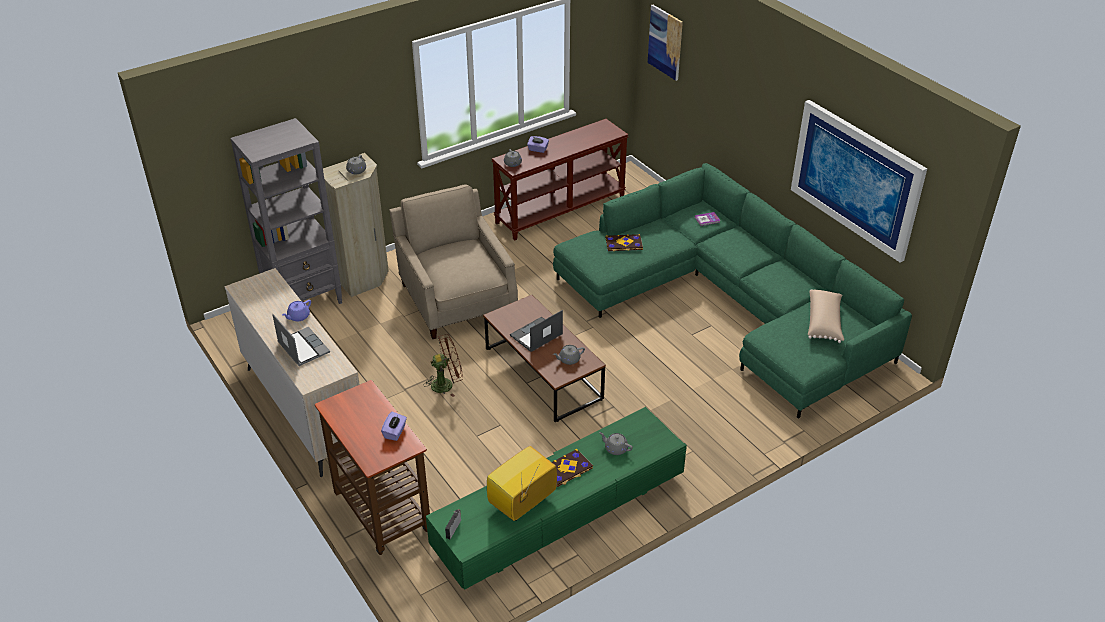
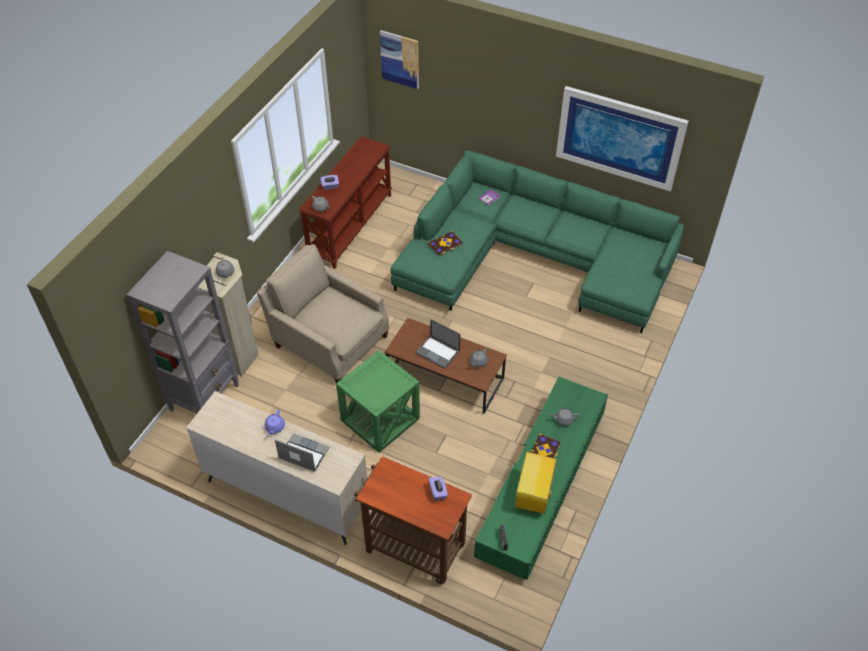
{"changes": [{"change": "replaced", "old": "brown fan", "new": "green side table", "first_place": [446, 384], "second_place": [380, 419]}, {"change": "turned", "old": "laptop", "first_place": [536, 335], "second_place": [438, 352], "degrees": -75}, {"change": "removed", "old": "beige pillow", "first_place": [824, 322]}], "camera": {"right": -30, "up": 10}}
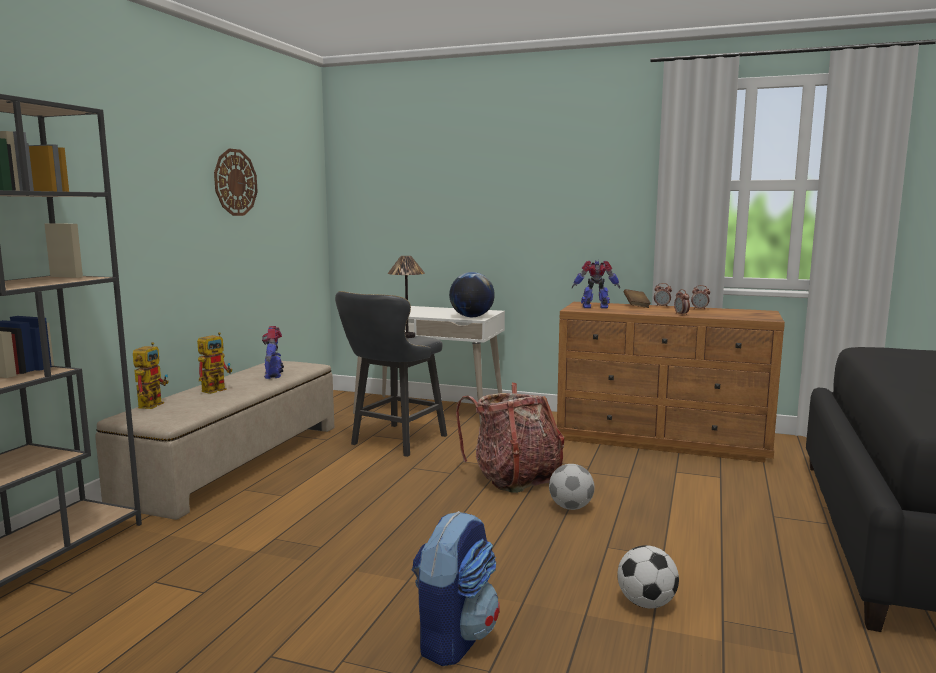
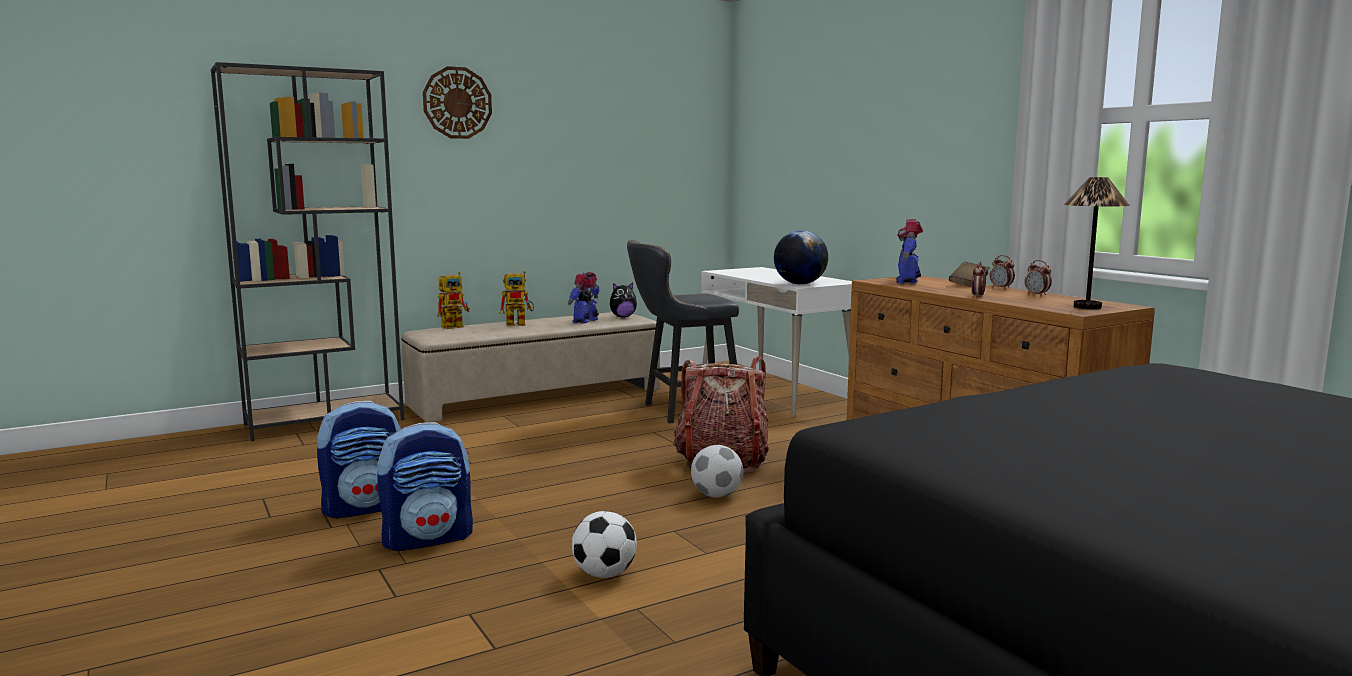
{"changes": [{"change": "added", "new": "backpack", "second_place": [365, 508]}, {"change": "moved", "old": "wall clock", "first_place": [235, 182], "second_place": [457, 103]}, {"change": "added", "new": "plush toy", "second_place": [622, 317]}, {"change": "turned", "old": "toy robot", "first_place": [595, 307], "second_place": [908, 281], "degrees": -120}, {"change": "moved", "old": "table lamp", "first_place": [407, 336], "second_place": [1088, 307]}], "camera": {"right": 40, "up": 0}}
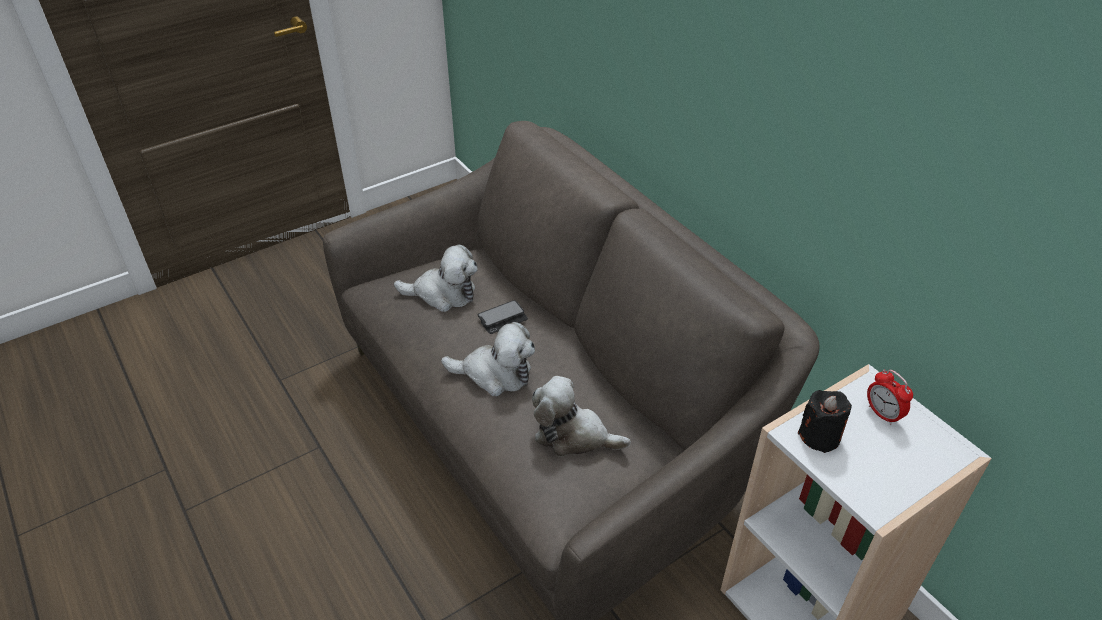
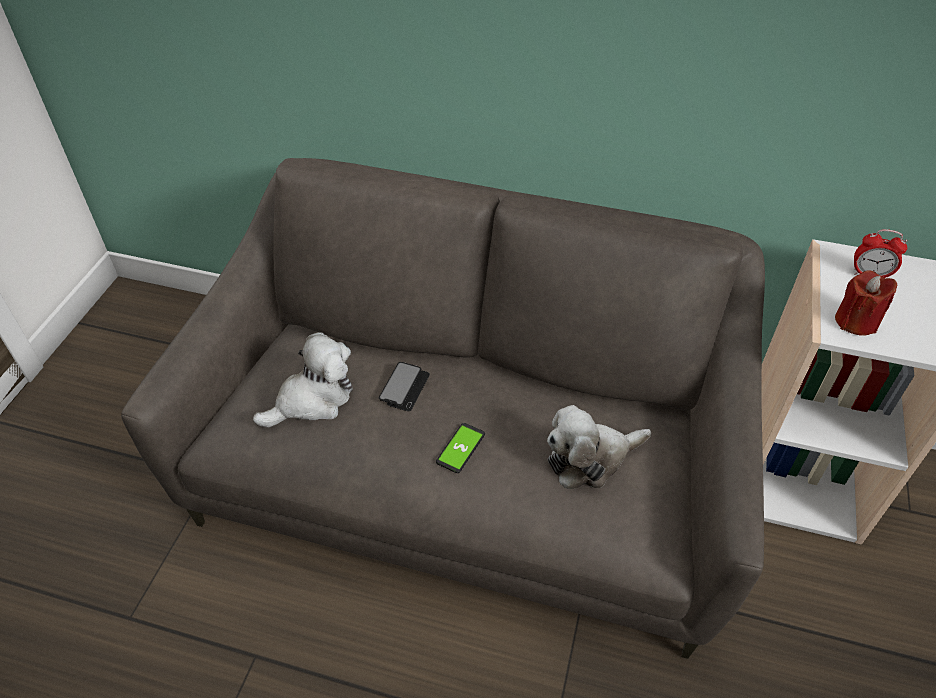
{"changes": [{"change": "replaced", "old": "plush toy", "new": "phone", "first_place": [495, 374], "second_place": [460, 448]}, {"change": "recoloured", "old": "black candle", "new": "red candle", "first_place": [819, 436], "second_place": [856, 321]}], "camera": {"right": -40, "up": 5}}
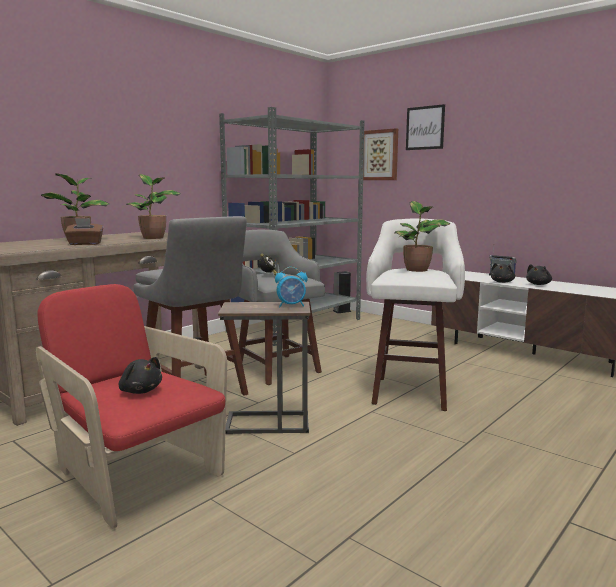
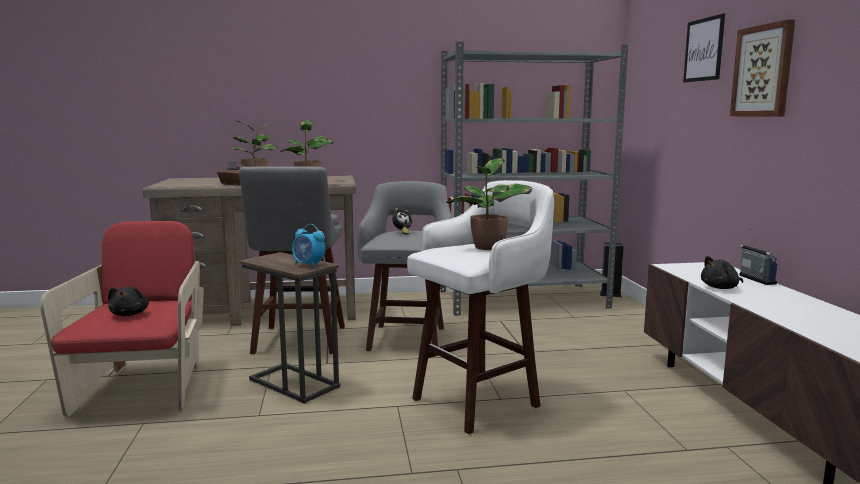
{"changes": [{"change": "moved", "old": "picture", "first_place": [380, 155], "second_place": [763, 71]}, {"change": "removed", "old": "black plush toy", "first_place": [538, 284]}], "camera": {"right": 40, "up": 0}}
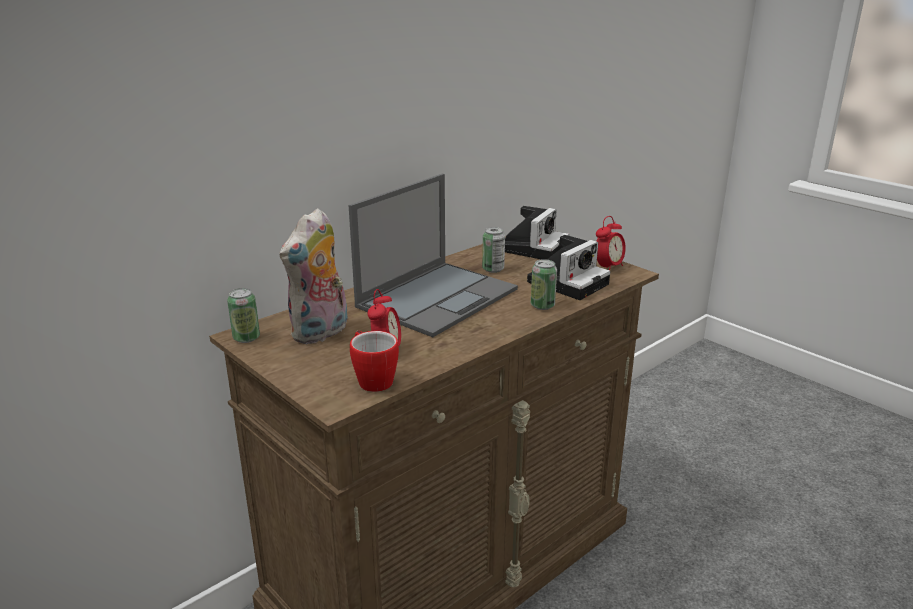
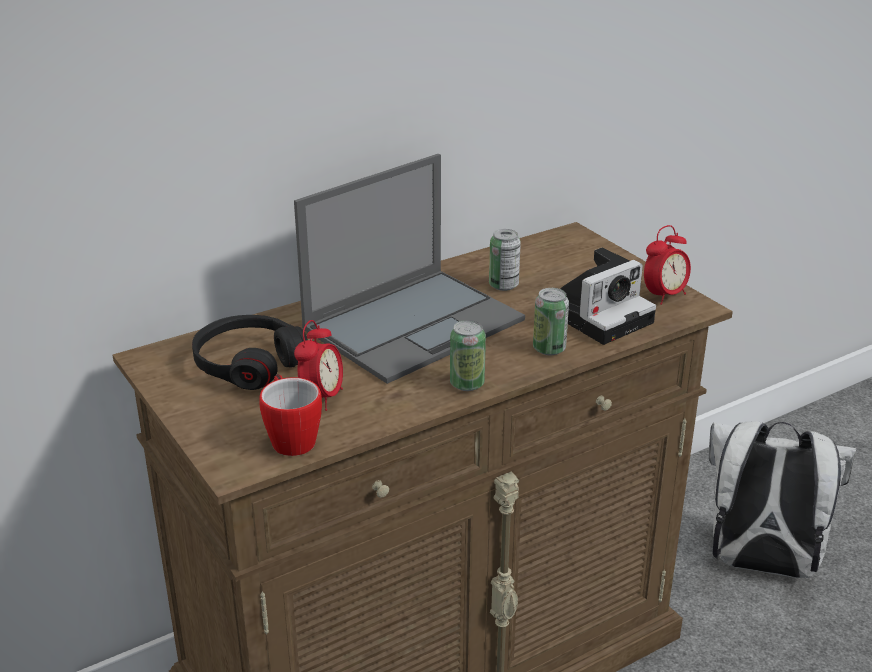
{"changes": [{"change": "replaced", "old": "plush toy", "new": "black headphones", "first_place": [321, 333], "second_place": [248, 364]}, {"change": "moved", "old": "can", "first_place": [246, 338], "second_place": [467, 384]}, {"change": "added", "new": "white backpack", "second_place": [760, 565]}, {"change": "removed", "old": "photo camera", "first_place": [533, 247]}], "camera": {"right": 10, "up": 5}}
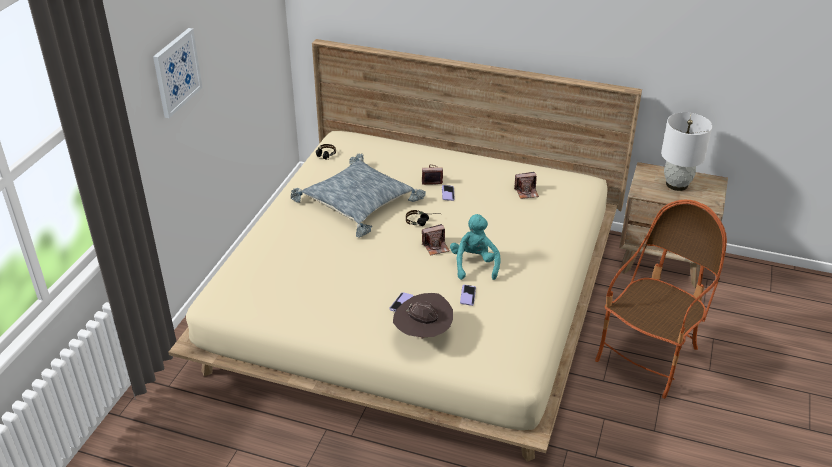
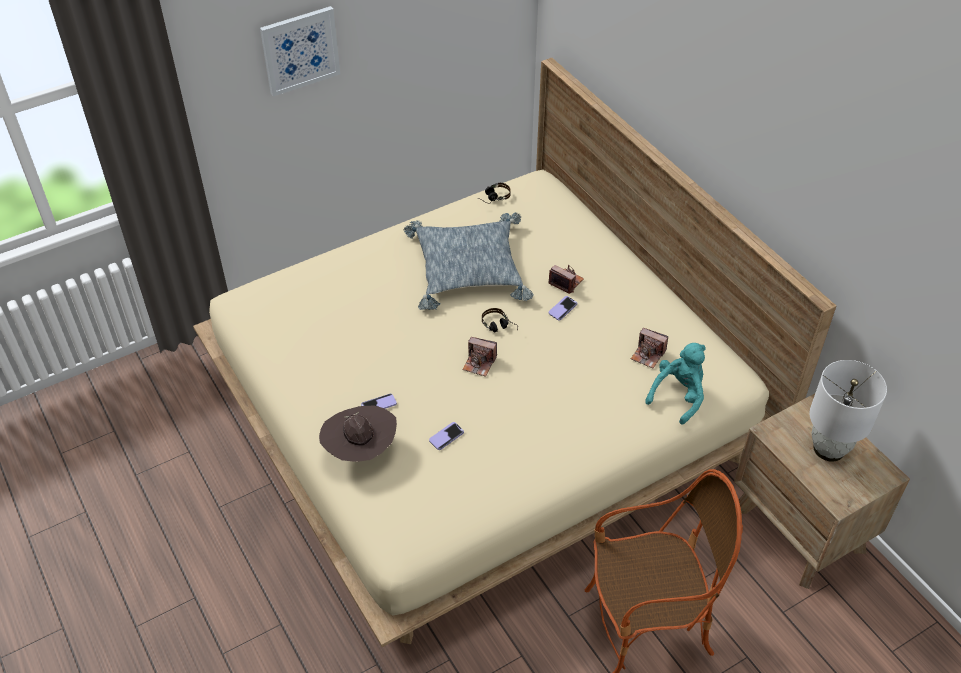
{"changes": [{"change": "moved", "old": "turquoise plush toy", "first_place": [474, 264], "second_place": [678, 396]}], "camera": {"right": 40, "up": 10}}
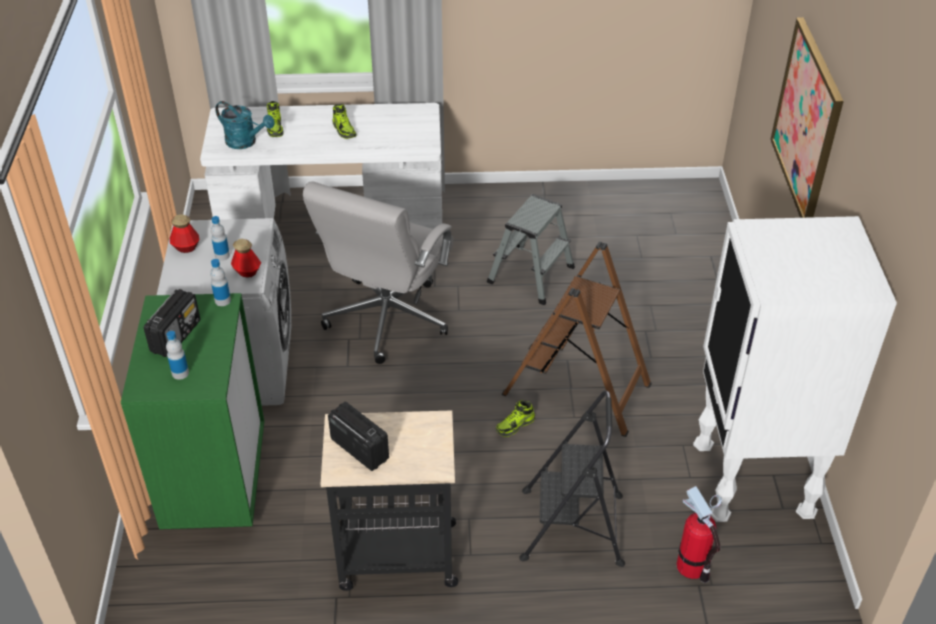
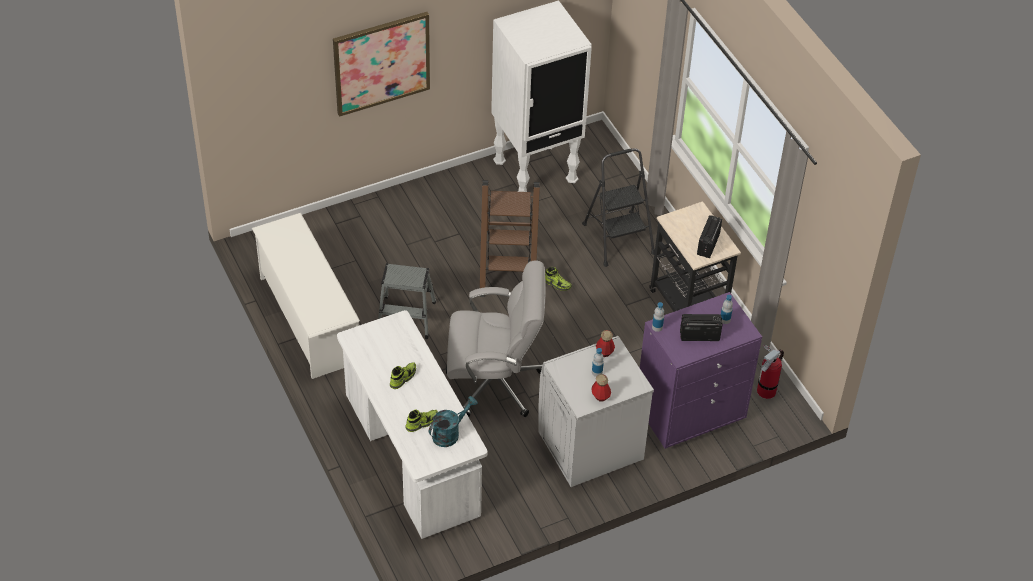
{"changes": [{"change": "added", "new": "white shoe rack", "second_place": [308, 319]}, {"change": "turned", "old": "turquoise watering can", "first_place": [246, 142], "second_place": [450, 433], "degrees": 45}, {"change": "recoloured", "old": "green cabinet", "new": "purple cabinet", "first_place": [215, 479], "second_place": [689, 416]}, {"change": "moved", "old": "fire extinguisher", "first_place": [692, 566], "second_place": [766, 390]}], "camera": {"right": -115, "up": 5}}
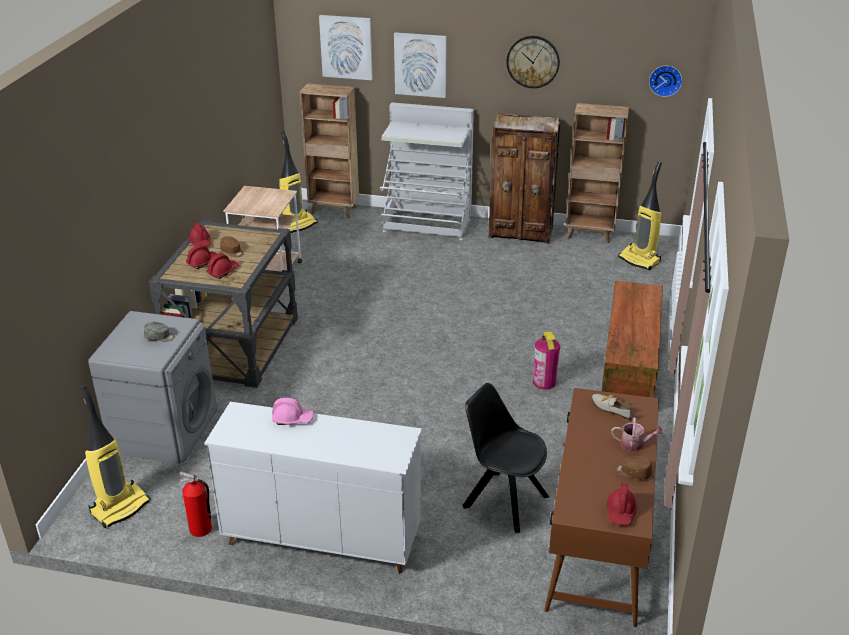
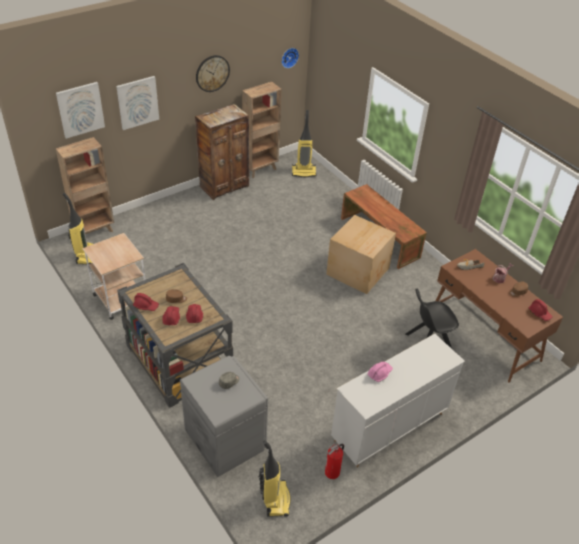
{"changes": [{"change": "replaced", "old": "fire extinguisher", "new": "cardboard box", "first_place": [544, 382], "second_place": [359, 271]}, {"change": "removed", "old": "white shoe rack", "first_place": [426, 226]}], "camera": {"right": -50, "up": 10}}
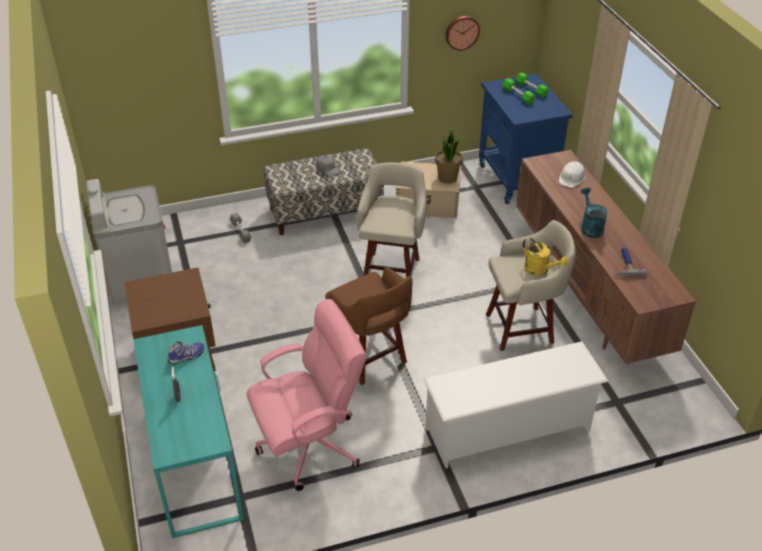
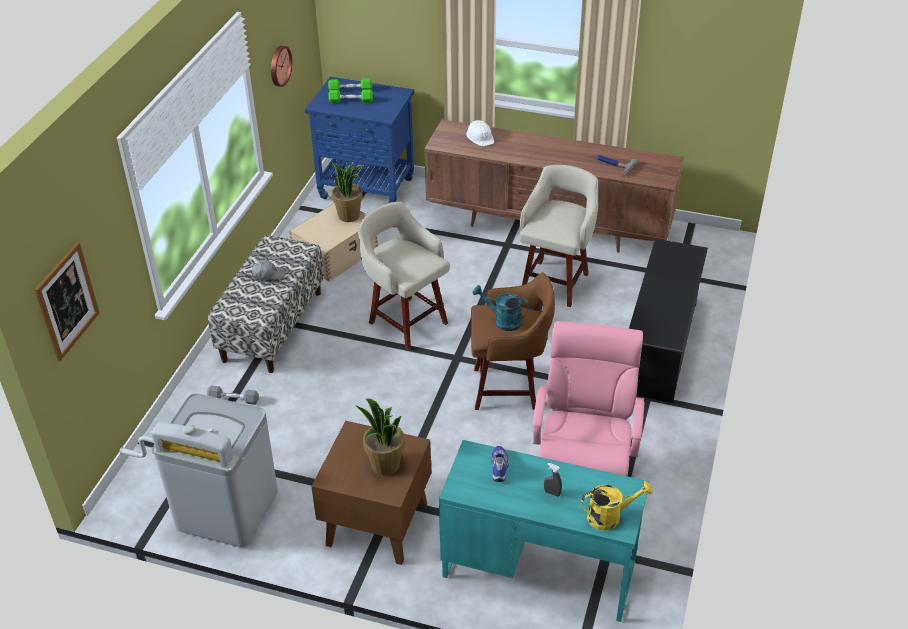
{"changes": [{"change": "added", "new": "picture", "second_place": [67, 301]}, {"change": "added", "new": "potted plant", "second_place": [385, 465]}, {"change": "moved", "old": "turquoise watering can", "first_place": [590, 227], "second_place": [502, 321]}, {"change": "moved", "old": "yellow watering can", "first_place": [540, 270], "second_place": [610, 516]}, {"change": "recoloured", "old": "white shoe rack", "new": "black shoe rack", "first_place": [508, 430], "second_place": [660, 347]}], "camera": {"right": -55, "up": 0}}
